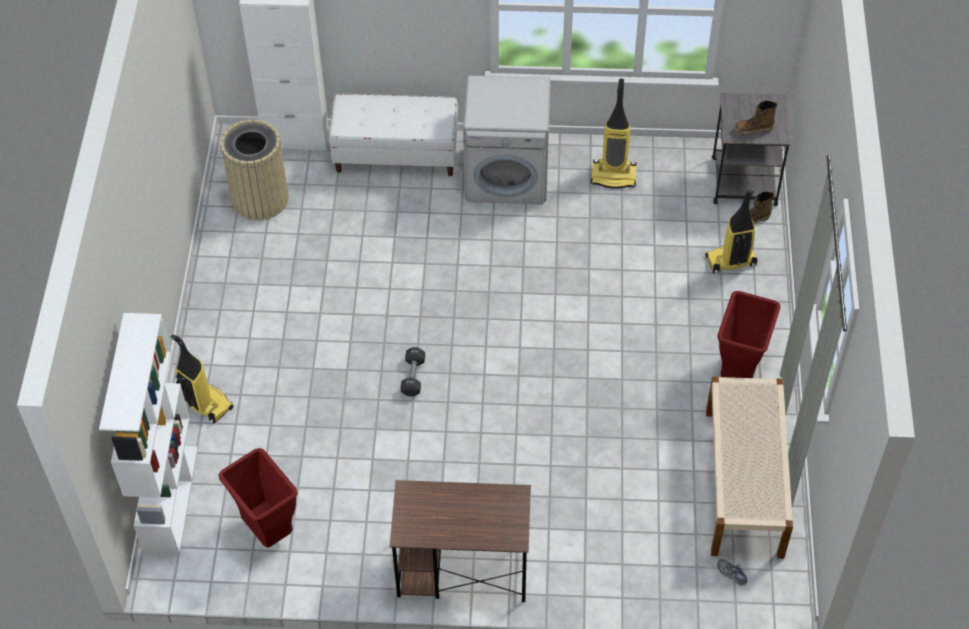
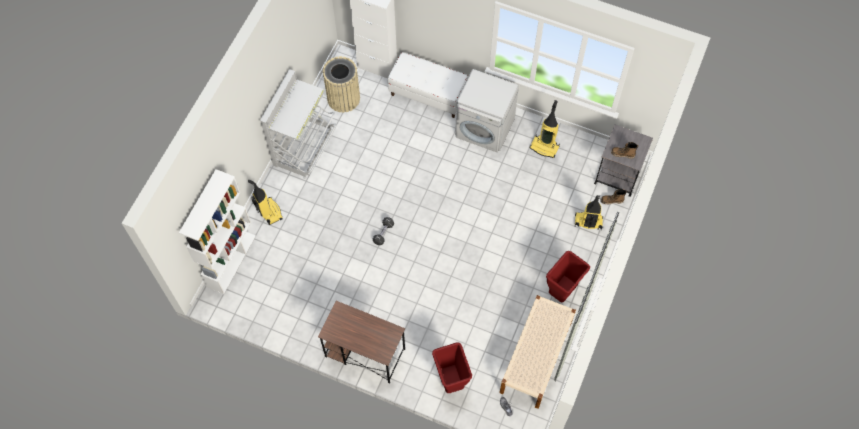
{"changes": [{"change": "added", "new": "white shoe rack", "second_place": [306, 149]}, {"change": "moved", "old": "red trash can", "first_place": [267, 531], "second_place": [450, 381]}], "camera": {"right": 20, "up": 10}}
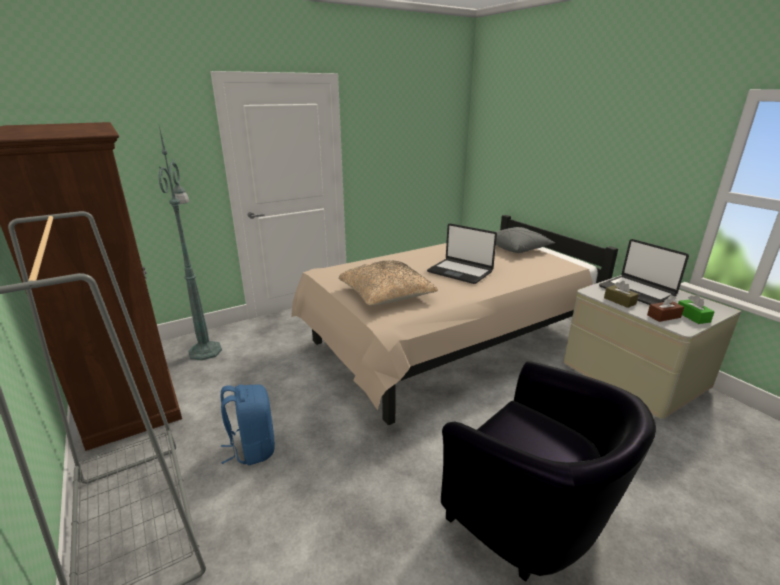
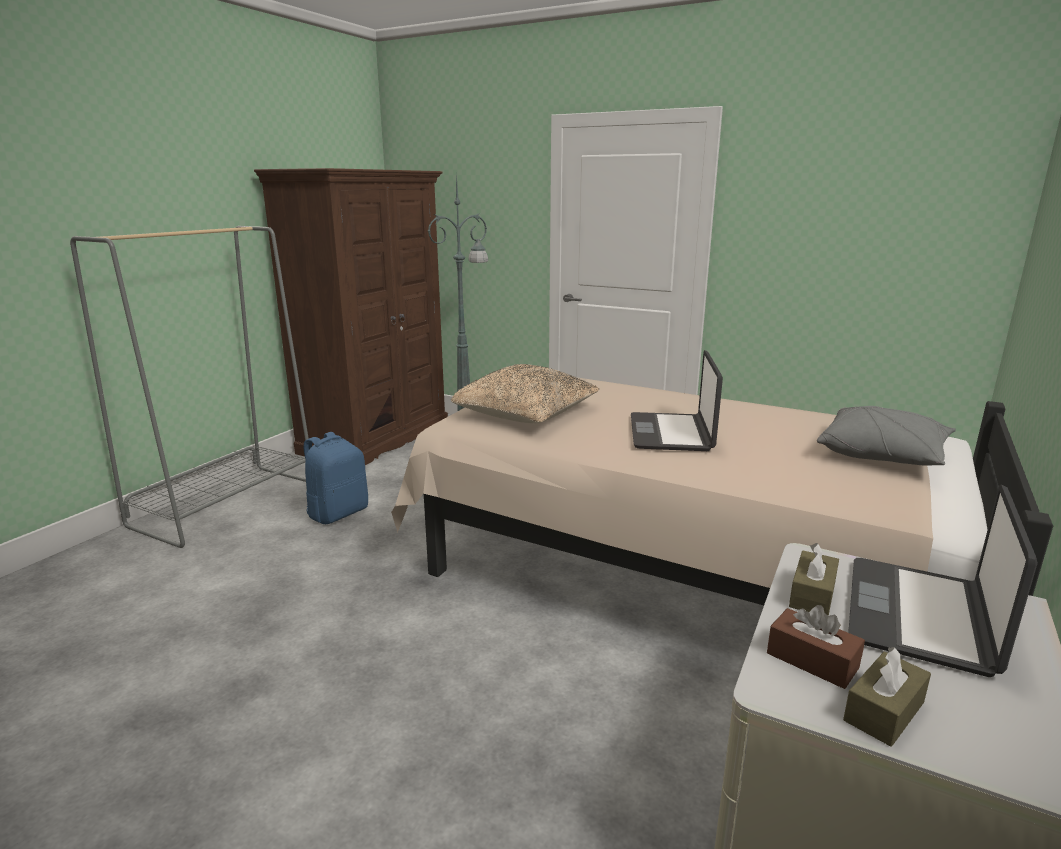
{"changes": [{"change": "recoloured", "old": "green tissue box", "new": "brown tissue box", "first_place": [692, 316], "second_place": [884, 711]}, {"change": "removed", "old": "black armchair", "first_place": [533, 518]}], "camera": {"right": 60, "up": -5}}
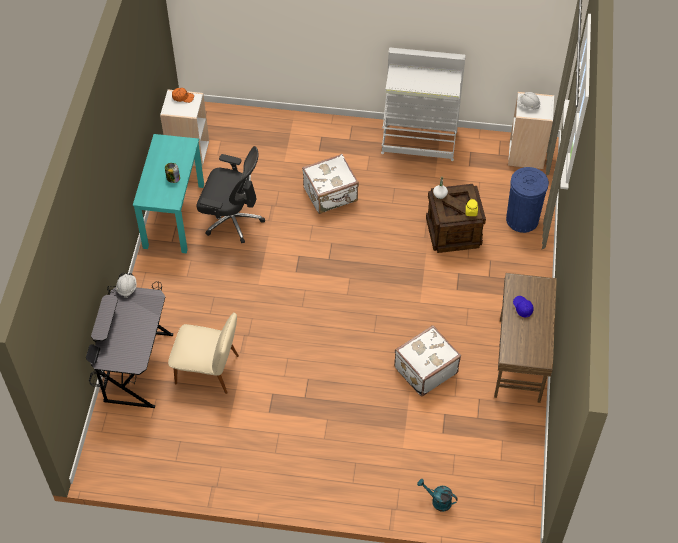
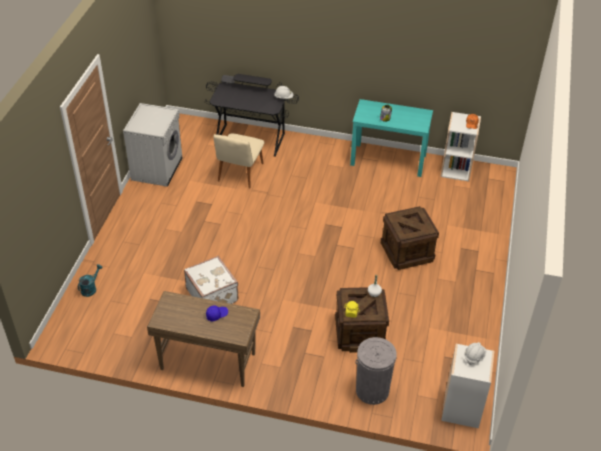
{"changes": [{"change": "added", "new": "white washing machine", "second_place": [158, 169]}, {"change": "recoloured", "old": "blue trash can", "new": "grey trash can", "first_place": [522, 219], "second_place": [372, 390]}, {"change": "replaced", "old": "white suitcase", "new": "crate", "first_place": [331, 195], "second_place": [407, 252]}, {"change": "removed", "old": "office chair", "first_place": [231, 221]}, {"change": "removed", "old": "white shoe rack", "first_place": [419, 144]}], "camera": {"right": 95, "up": -10}}
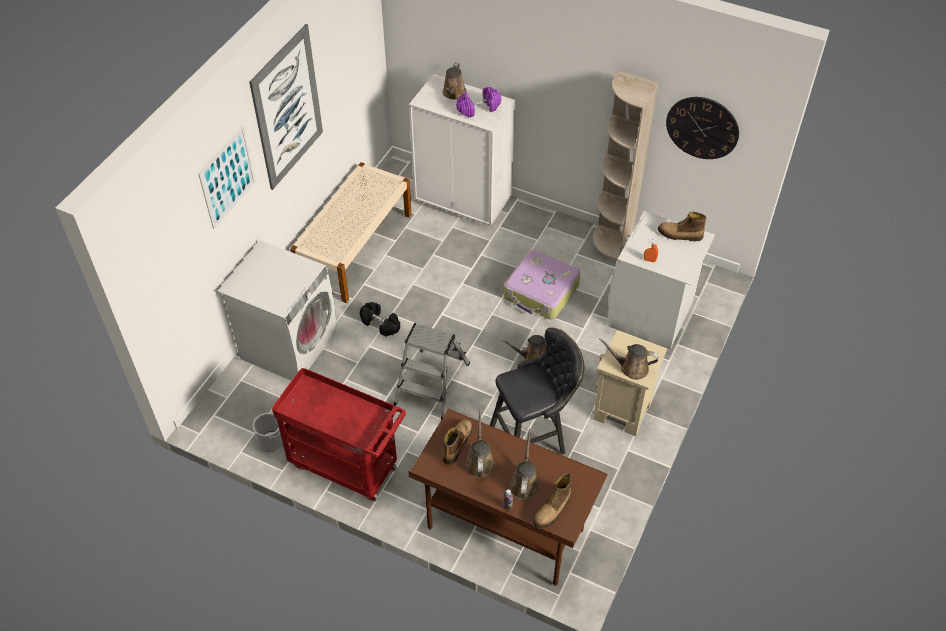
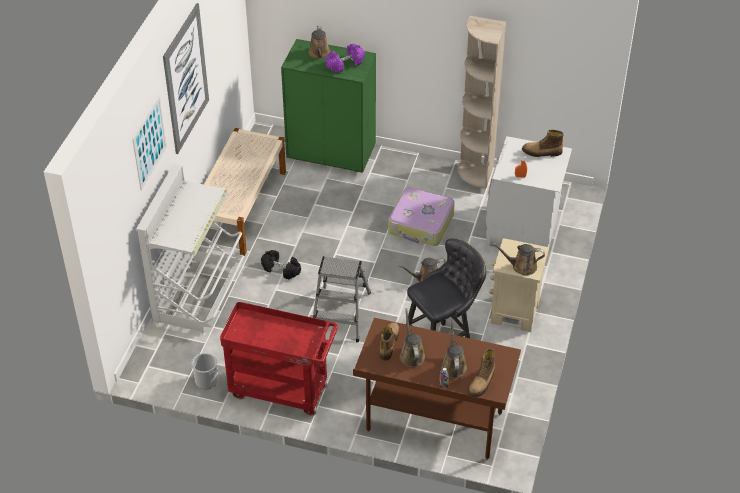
{"changes": [{"change": "replaced", "old": "white washing machine", "new": "white shoe rack", "first_place": [288, 344], "second_place": [200, 297]}, {"change": "recoloured", "old": "white cabinet", "new": "green cabinet", "first_place": [463, 202], "second_place": [331, 155]}, {"change": "removed", "old": "wall clock", "first_place": [702, 127]}], "camera": {"right": -10, "up": -5}}
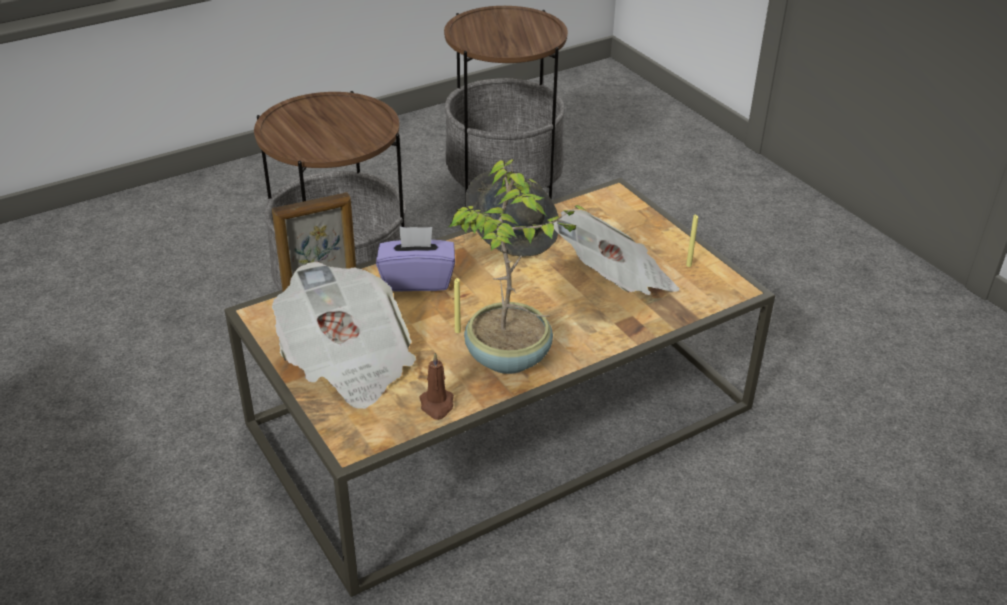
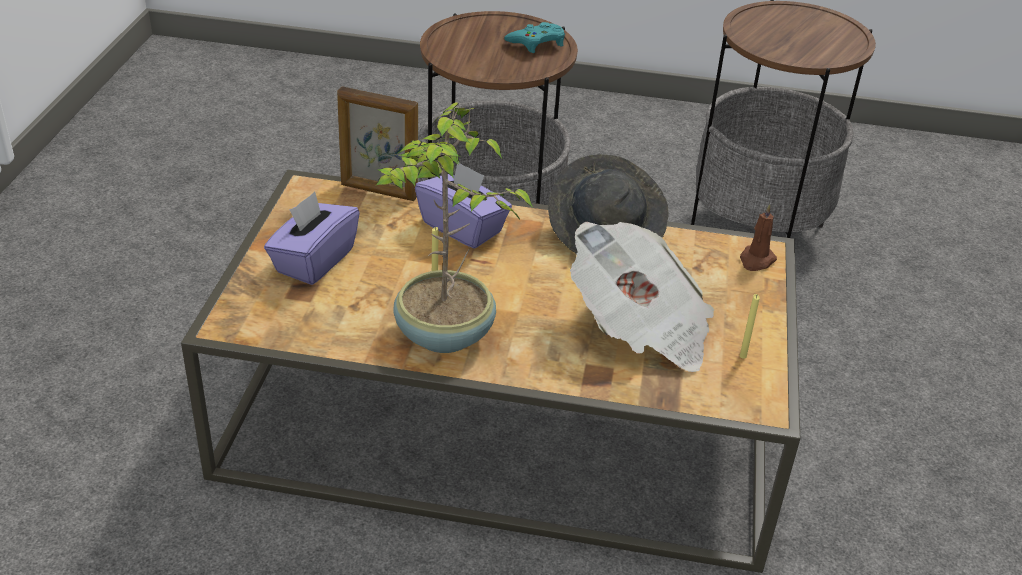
{"changes": [{"change": "replaced", "old": "newspaper", "new": "purple tissue box", "first_place": [347, 362], "second_place": [314, 261]}, {"change": "added", "new": "turquoise game controller", "second_place": [537, 43]}, {"change": "moved", "old": "brown candle", "first_place": [437, 405], "second_place": [756, 260]}], "camera": {"right": 40, "up": 0}}
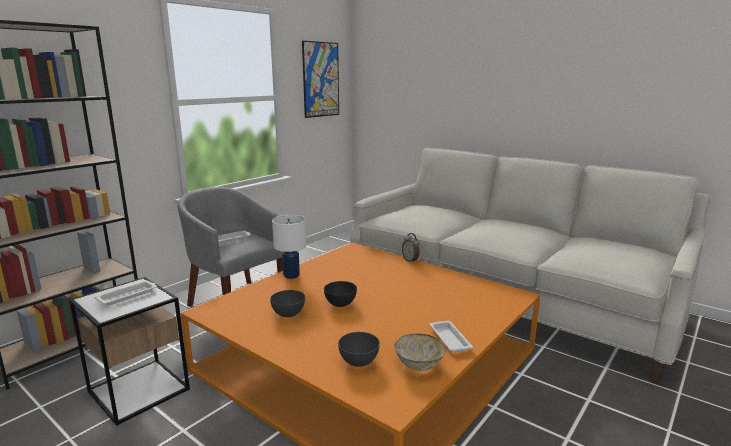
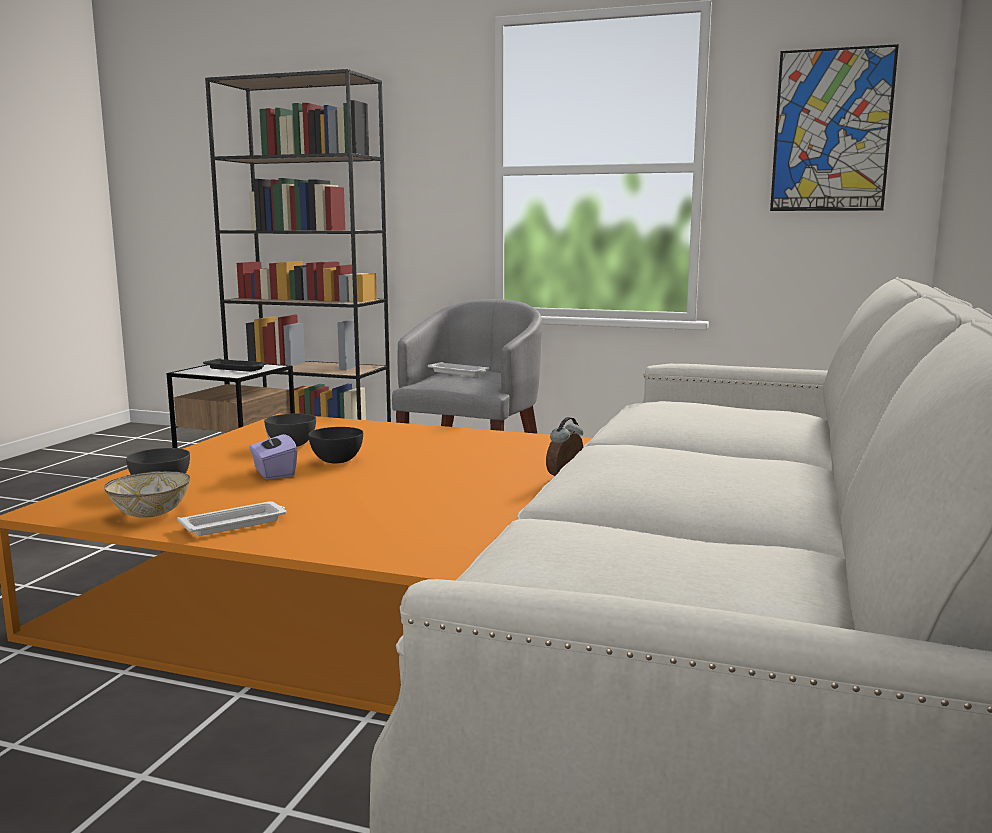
{"changes": [{"change": "recoloured", "old": "white tray", "new": "black tray", "first_place": [128, 296], "second_place": [237, 368]}, {"change": "added", "new": "purple tissue box", "second_place": [273, 473]}, {"change": "removed", "old": "white table lamp", "first_place": [290, 276]}], "camera": {"right": 70, "up": -5}}
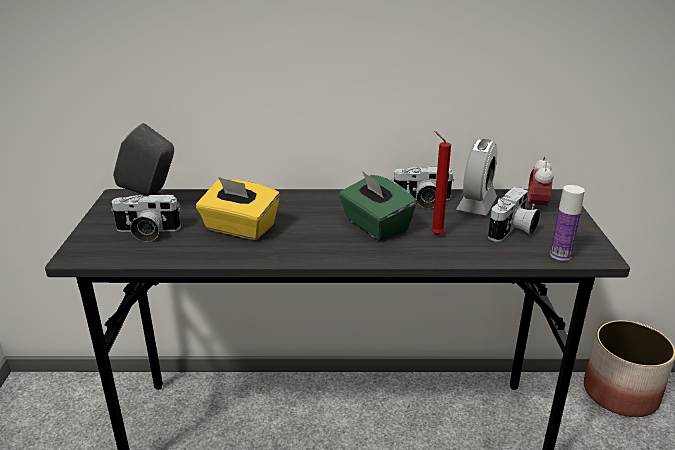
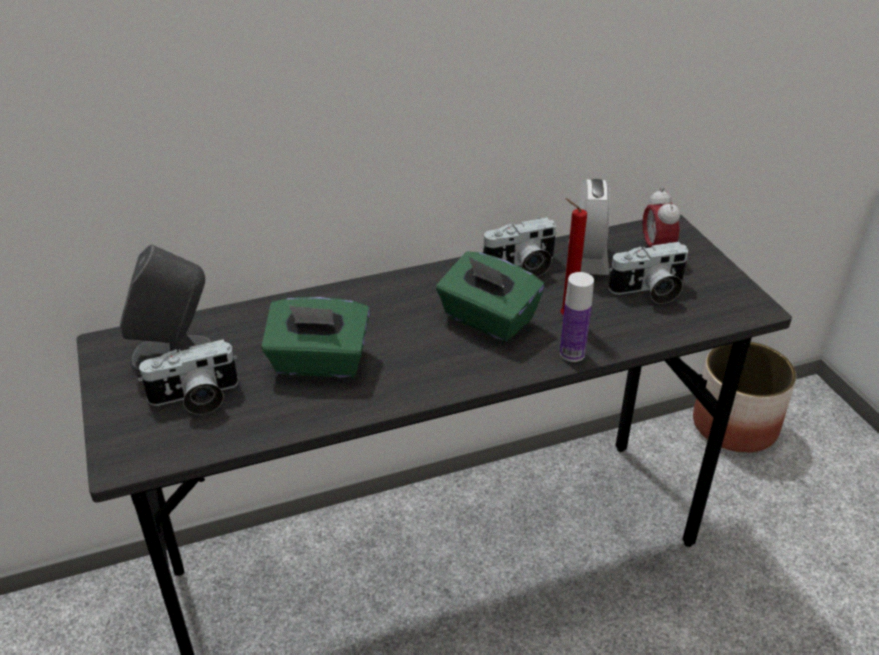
{"changes": [{"change": "recoloured", "old": "yellow tissue box", "new": "green tissue box", "first_place": [239, 228], "second_place": [319, 362]}, {"change": "moved", "old": "bottle", "first_place": [560, 255], "second_place": [572, 353]}, {"change": "turned", "old": "photo camera", "first_place": [513, 231], "second_place": [649, 291], "degrees": 60}], "camera": {"right": -20, "up": 10}}
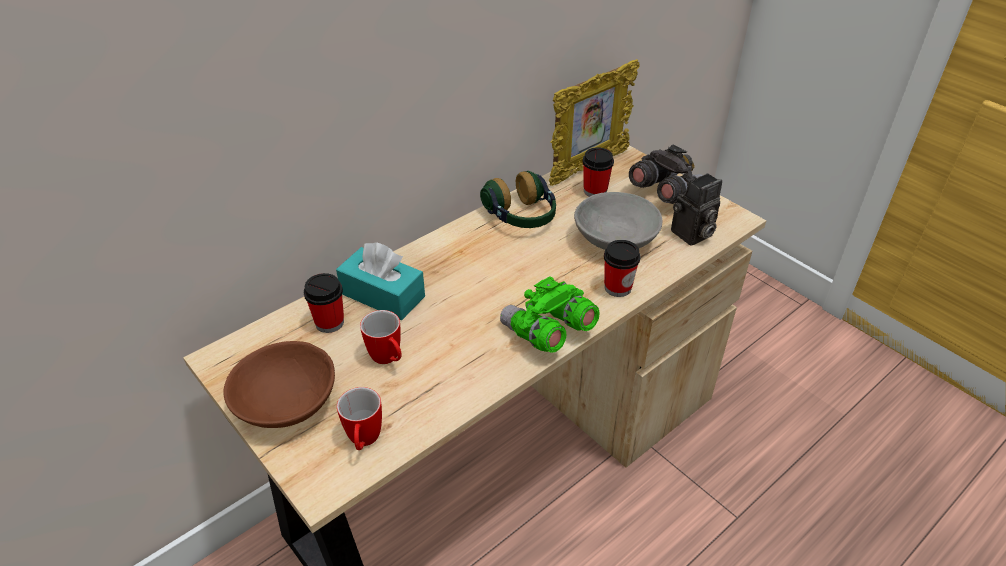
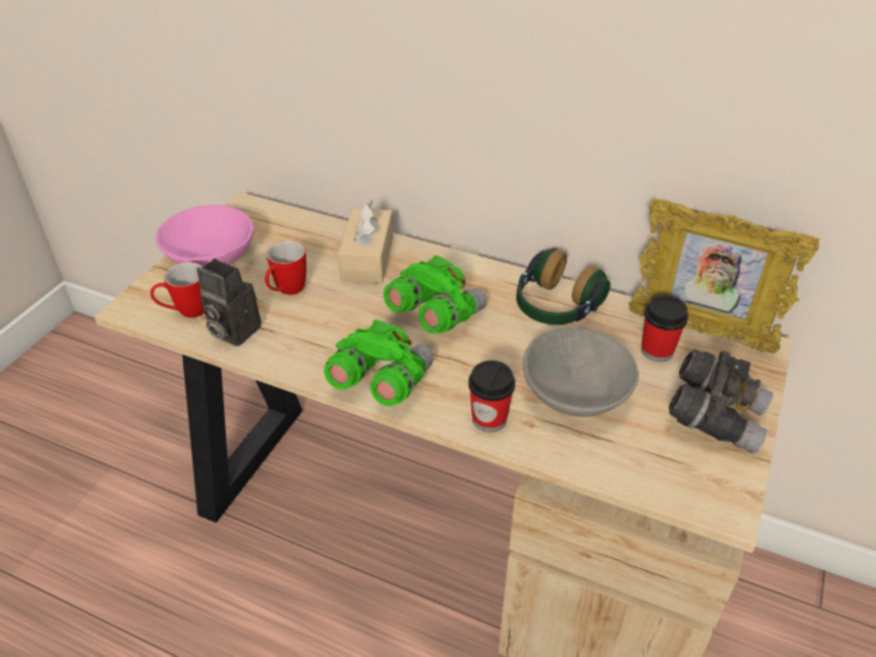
{"changes": [{"change": "recoloured", "old": "brown bowl", "new": "pink bowl", "first_place": [287, 405], "second_place": [210, 258]}, {"change": "moved", "old": "photo camera", "first_place": [691, 235], "second_place": [231, 331]}, {"change": "recoloured", "old": "turquoise tissue box", "new": "beige tissue box", "first_place": [382, 295], "second_place": [367, 259]}, {"change": "added", "new": "green binoculars", "second_place": [434, 315]}, {"change": "removed", "old": "cup", "first_place": [329, 322]}], "camera": {"right": 65, "up": 0}}
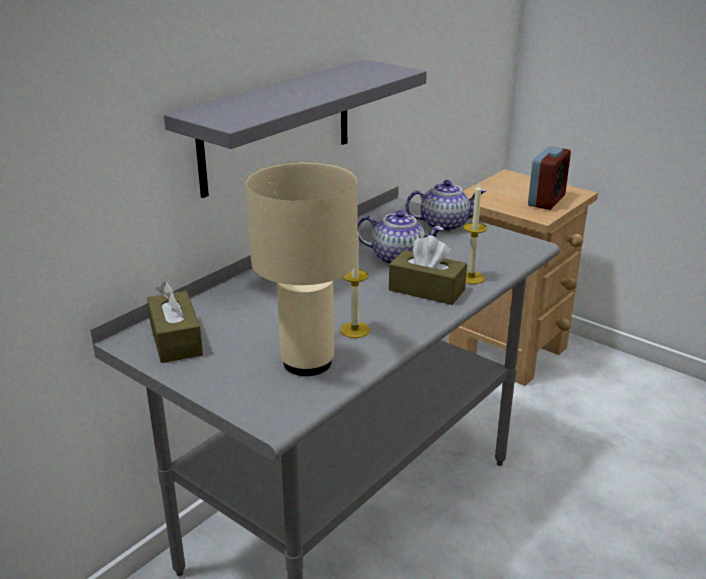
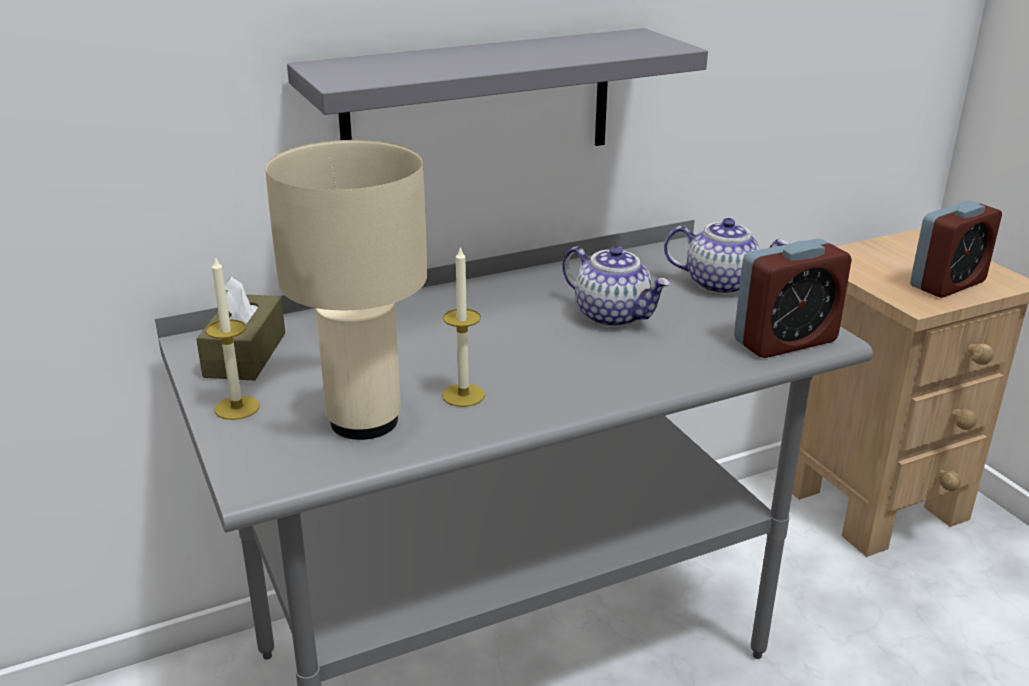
{"changes": [{"change": "moved", "old": "candle", "first_place": [471, 277], "second_place": [237, 408]}, {"change": "added", "new": "alarm clock", "second_place": [785, 341]}, {"change": "removed", "old": "brown tissue box", "first_place": [426, 290]}], "camera": {"right": 25, "up": 0}}
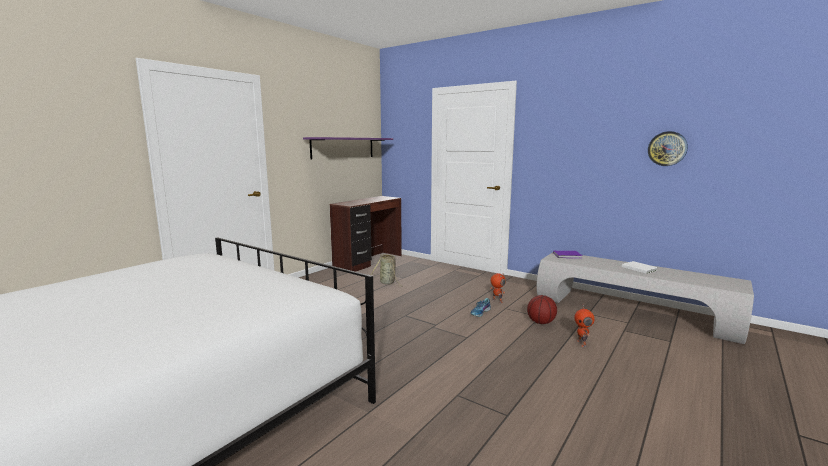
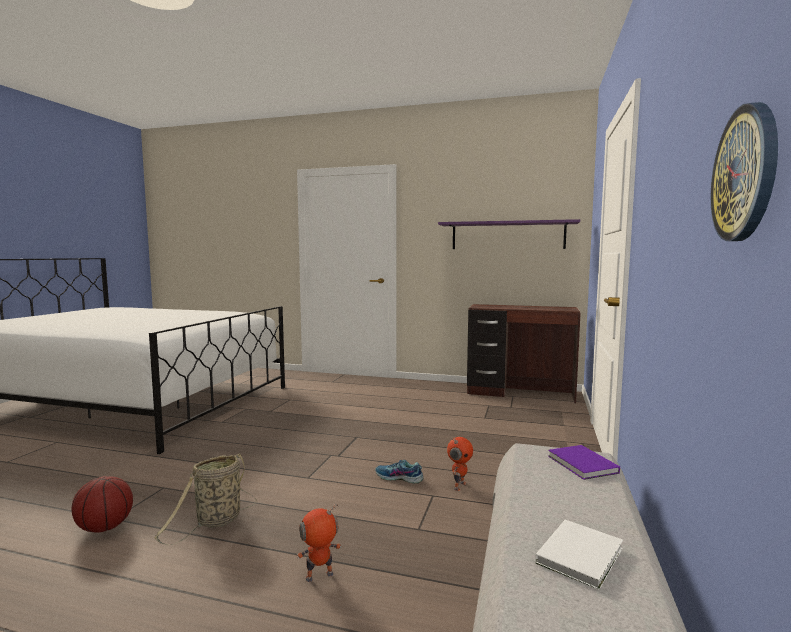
{"changes": [{"change": "moved", "old": "basketball", "first_place": [540, 322], "second_place": [105, 527]}, {"change": "moved", "old": "basket", "first_place": [388, 283], "second_place": [216, 522]}], "camera": {"right": 70, "up": -5}}
